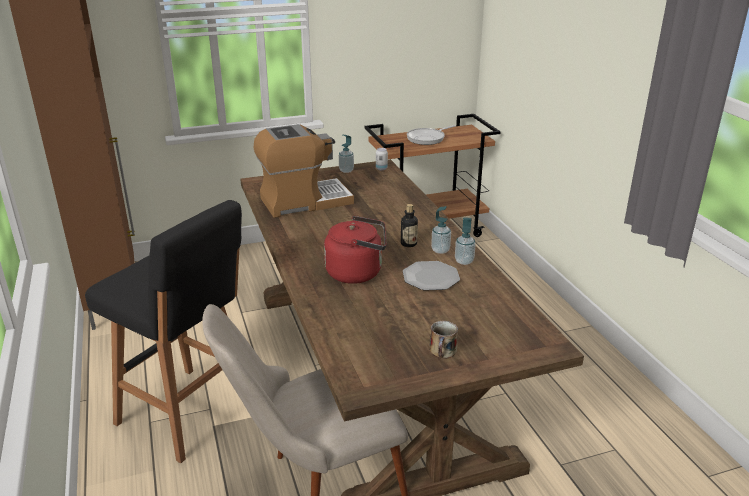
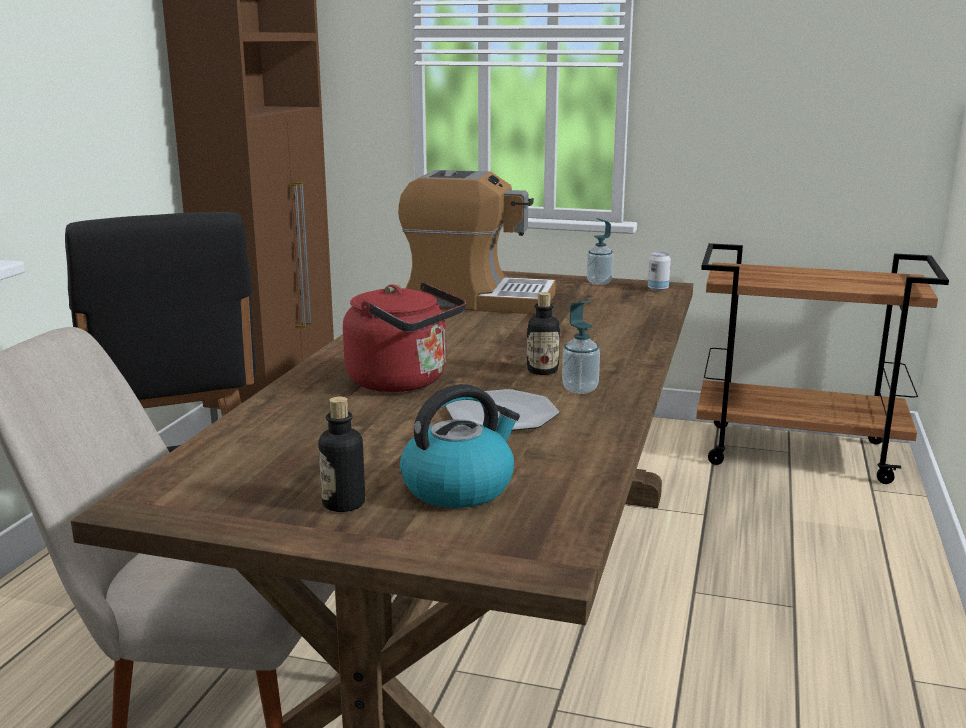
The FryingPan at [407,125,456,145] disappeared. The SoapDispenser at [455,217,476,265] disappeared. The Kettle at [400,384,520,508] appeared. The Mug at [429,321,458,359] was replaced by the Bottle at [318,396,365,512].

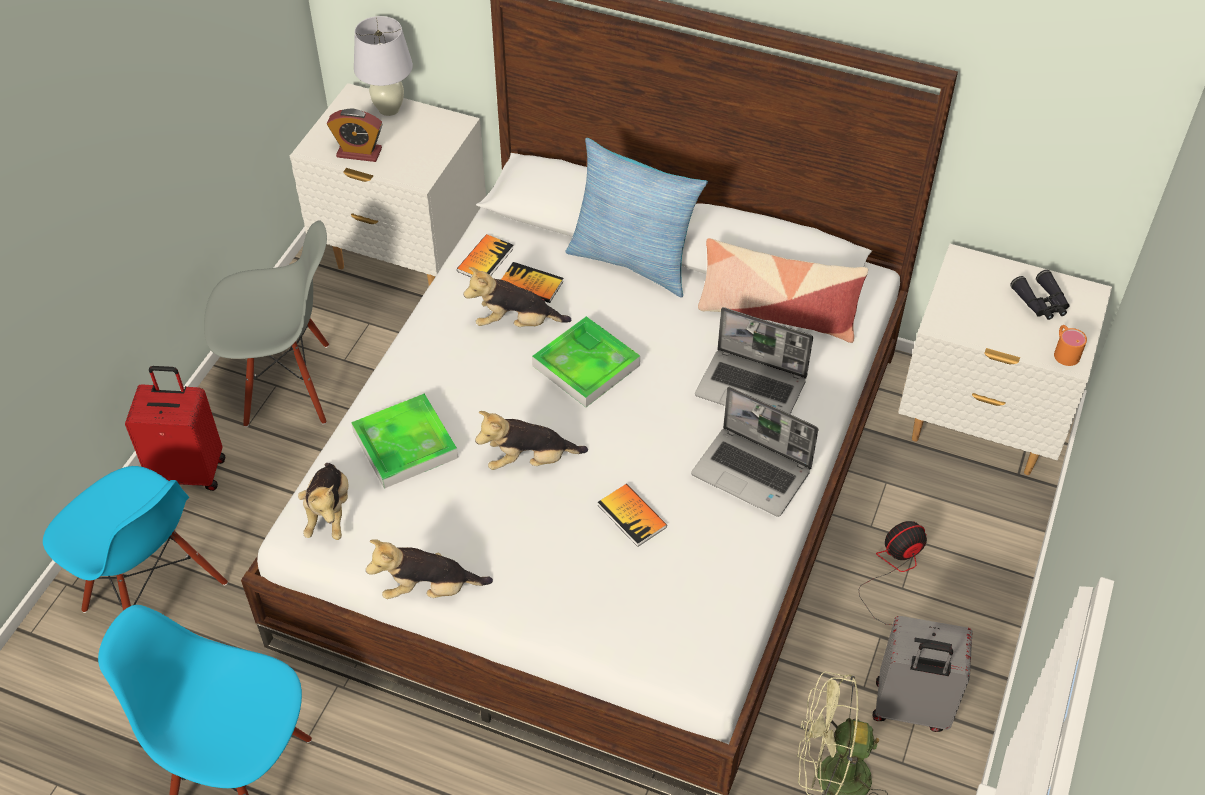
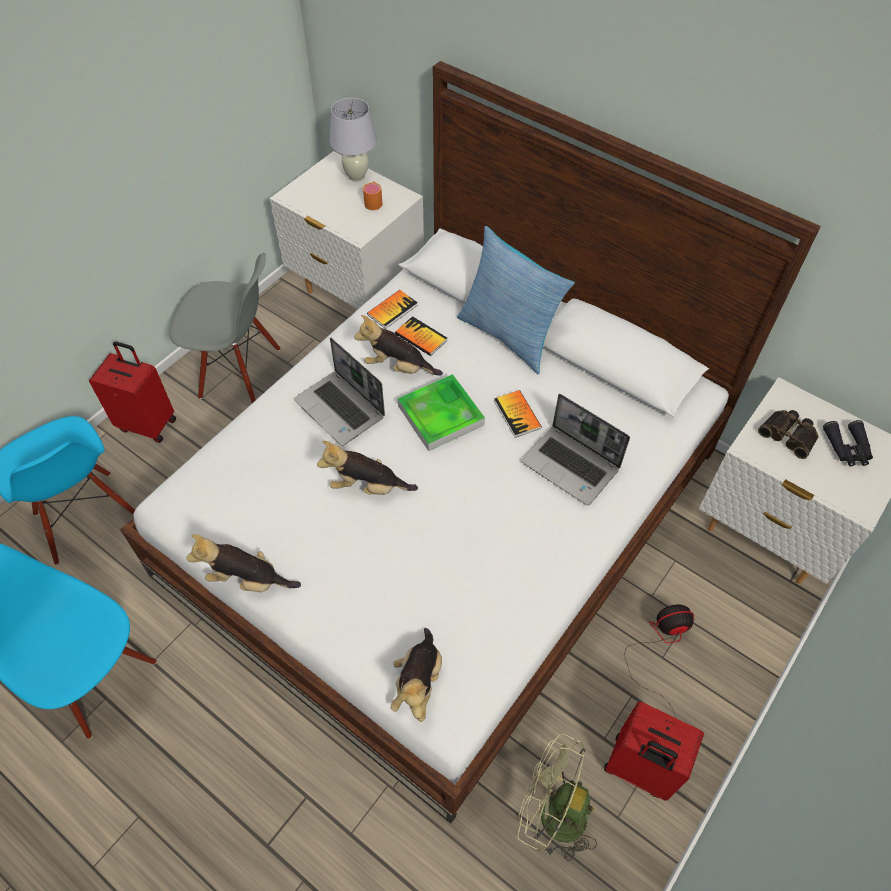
The AlarmClock at [327,109,383,162] disappeared. The Tray at [351,394,458,489] disappeared. The Pillow at [698,238,868,343] disappeared. The Binoculars at [758,410,819,459] appeared. The PlushToy moved from [298,463,348,540] to [391,628,442,722]. The Book moved from [598,484,667,547] to [494,390,542,438]. The Laptop moved from [691,387,818,517] to [294,337,385,446]. The OrangeMug moved from [1054,325,1087,366] to [363,181,382,210]. The GreySuitcase at [872,616,973,732] became the RedSuitcase at [604,702,704,801].

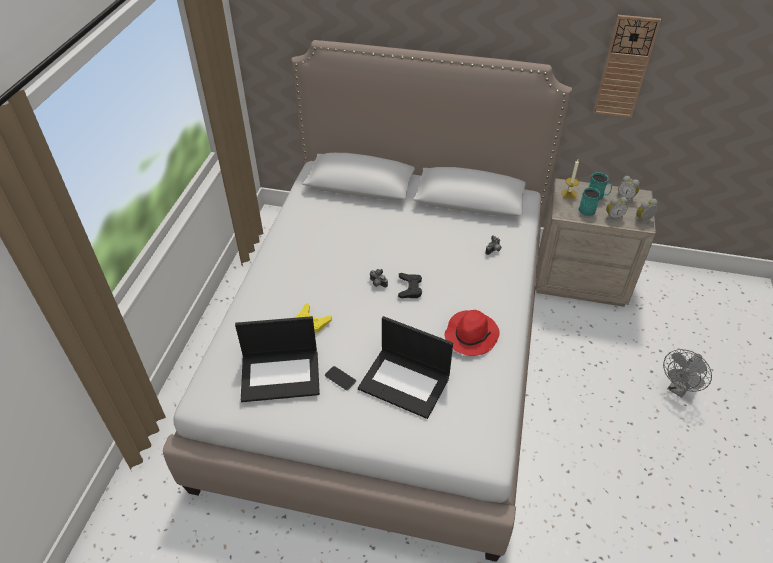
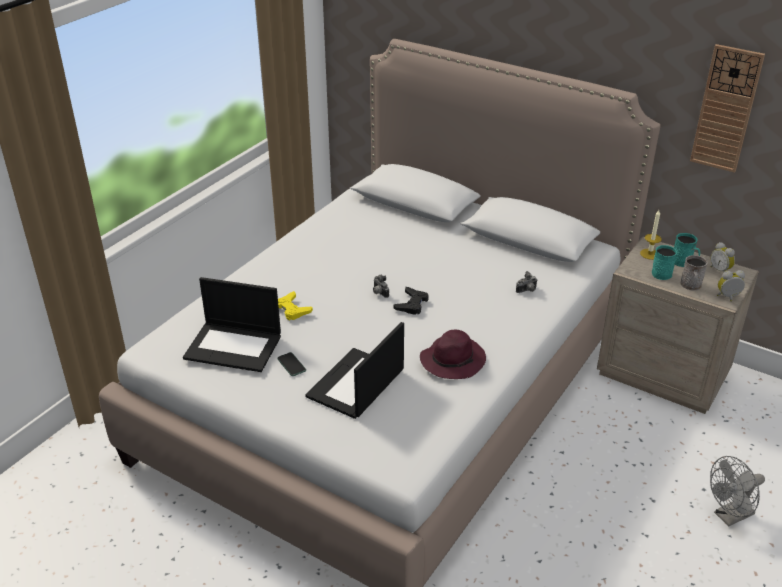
The AlarmClock at [606,197,628,220] was replaced by the GreyMug at [680,255,708,290]. The RedHat at [444,310,500,356] became the PurpleHat at [420,330,486,379]. The Laptop at [358,316,453,419] turned 75 degrees clockwise.

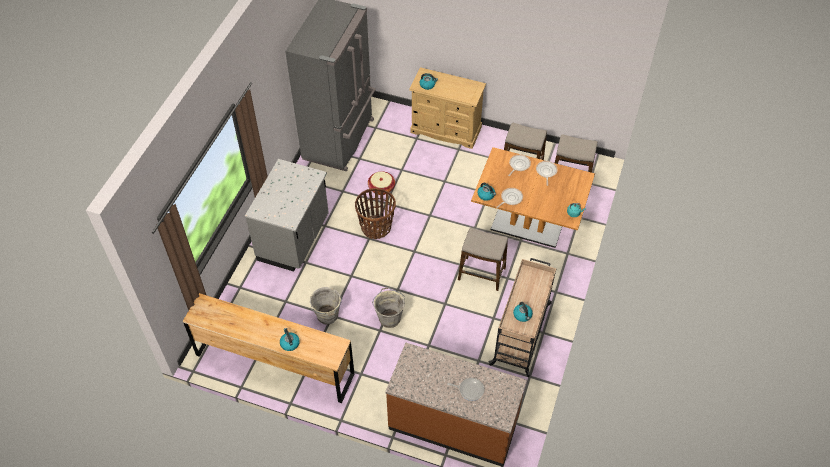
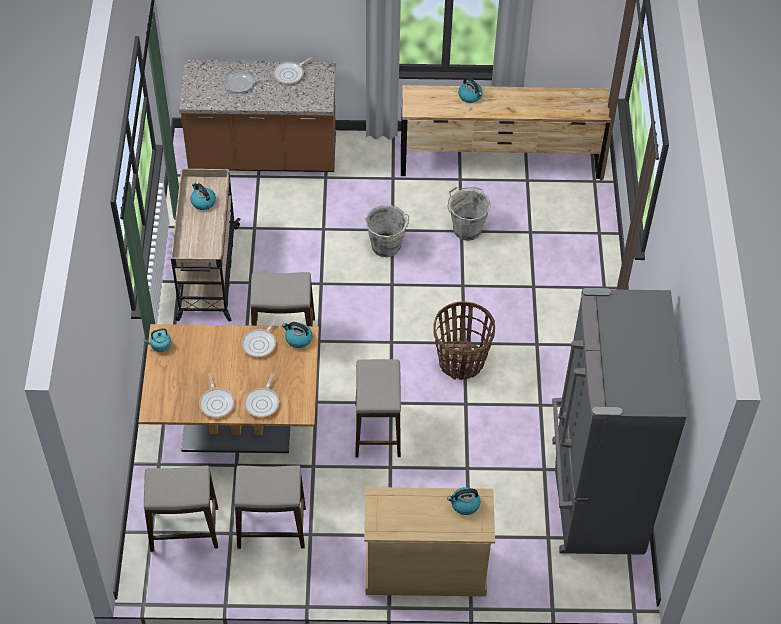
The GreyCounter at [245,159,329,272] disappeared. The Basket at [368,171,395,195] disappeared. The FryingPan at [273,57,312,84] appeared. The Stool at [355,359,401,457] appeared.

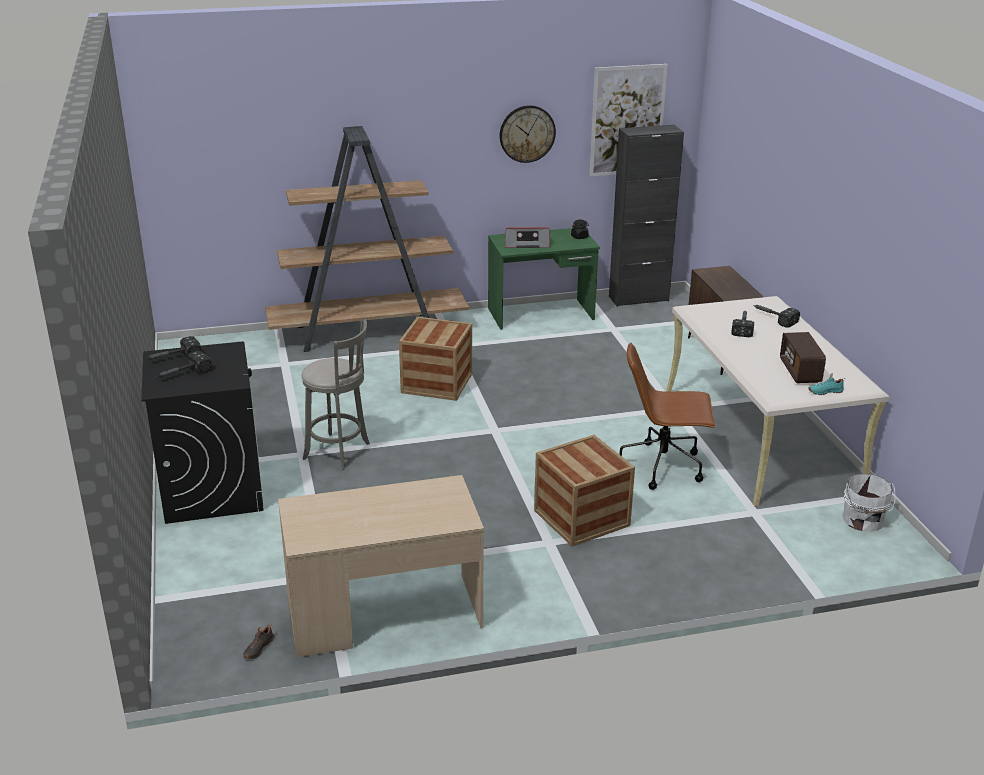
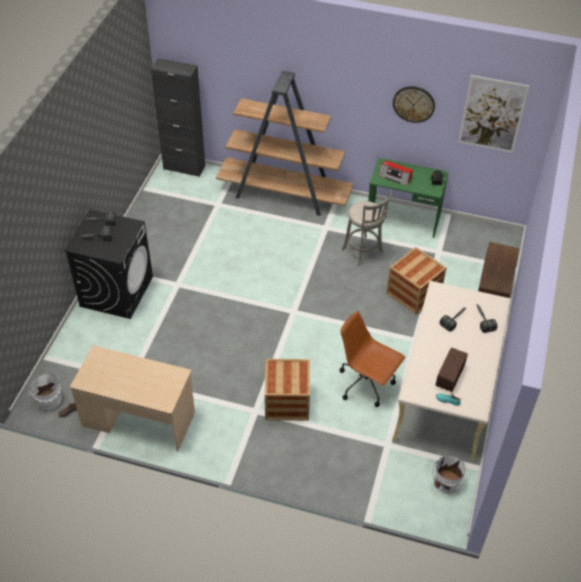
The WhiteBucket at [29,374,62,410] appeared. The GreyStool moved from [301,317,370,470] to [342,191,392,266]. The Crate moved from [399,317,472,401] to [386,247,447,315]. The BlackCabinet moved from [609,125,684,307] to [151,58,205,177].

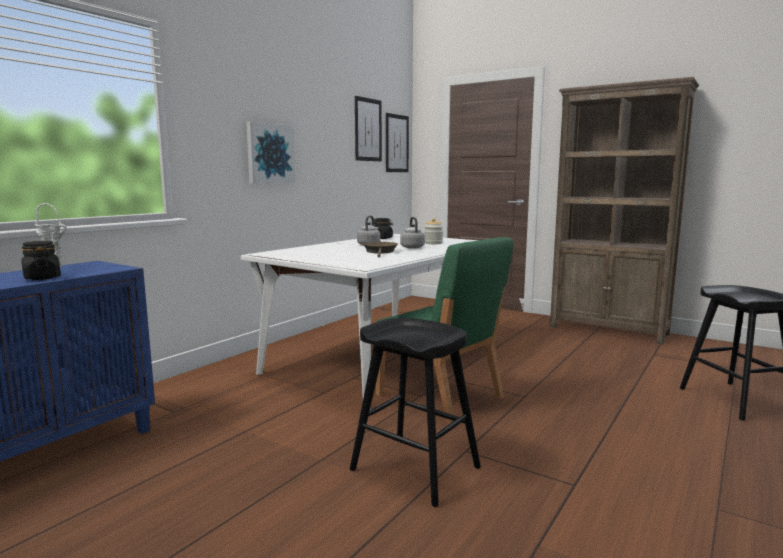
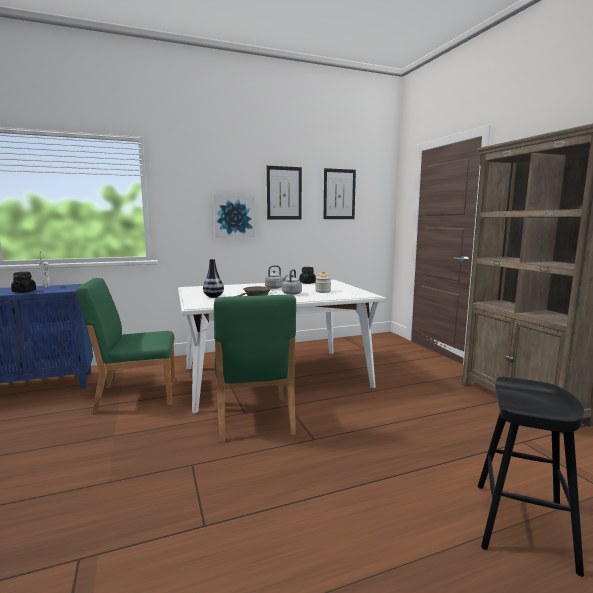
The BlackStool at [350,318,481,507] disappeared. The GreenChair at [76,278,175,413] appeared. The Vase at [203,259,224,298] appeared. The Picture moved from [386,113,409,172] to [267,166,302,219].

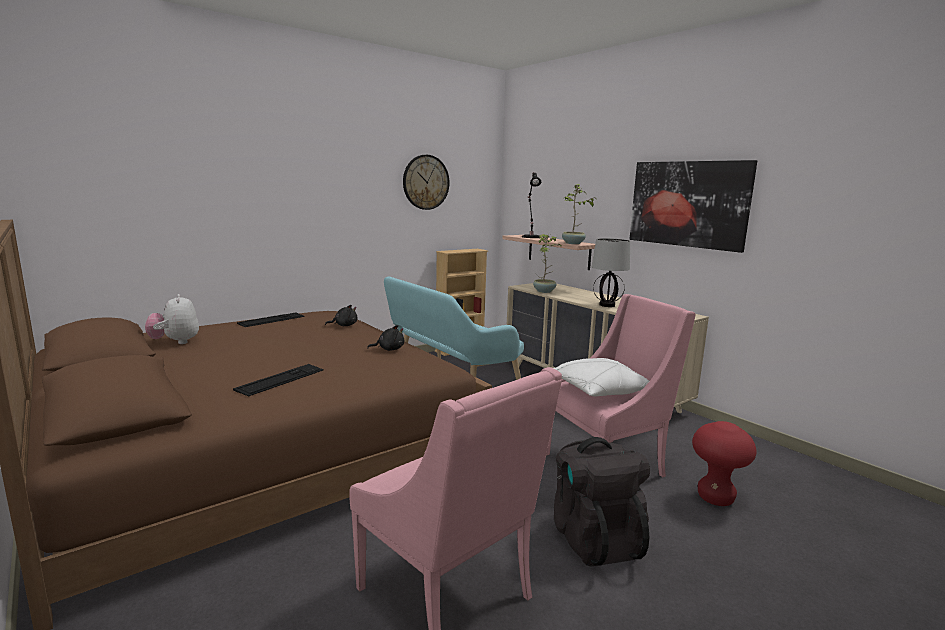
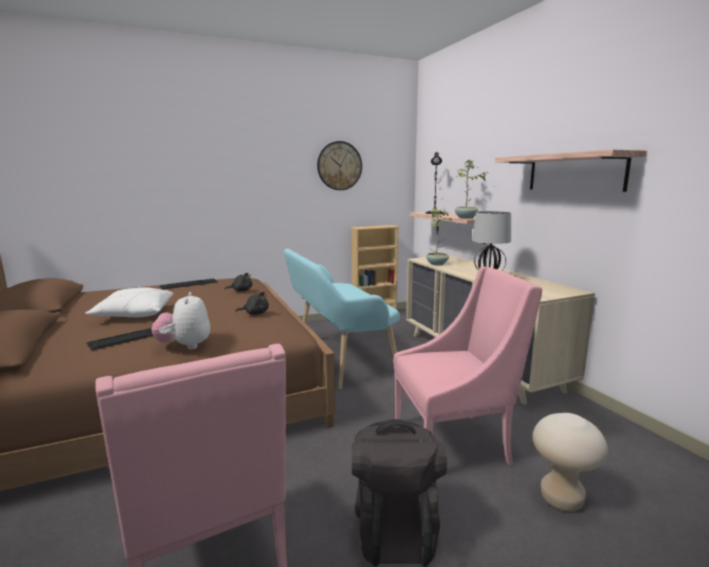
The PlushToy moved from [145,294,199,344] to [151,292,210,349]. The WhitePillow moved from [554,358,649,396] to [85,287,173,317]. The Picture at [629,160,757,253] was replaced by the Shelf at [495,149,647,192]. The RedStool at [692,421,756,506] became the BeigeStool at [533,413,608,512].

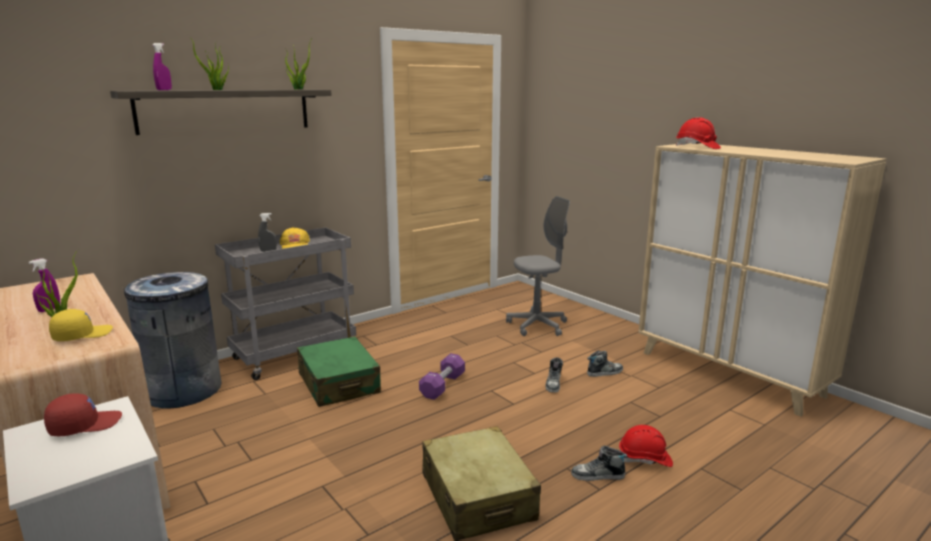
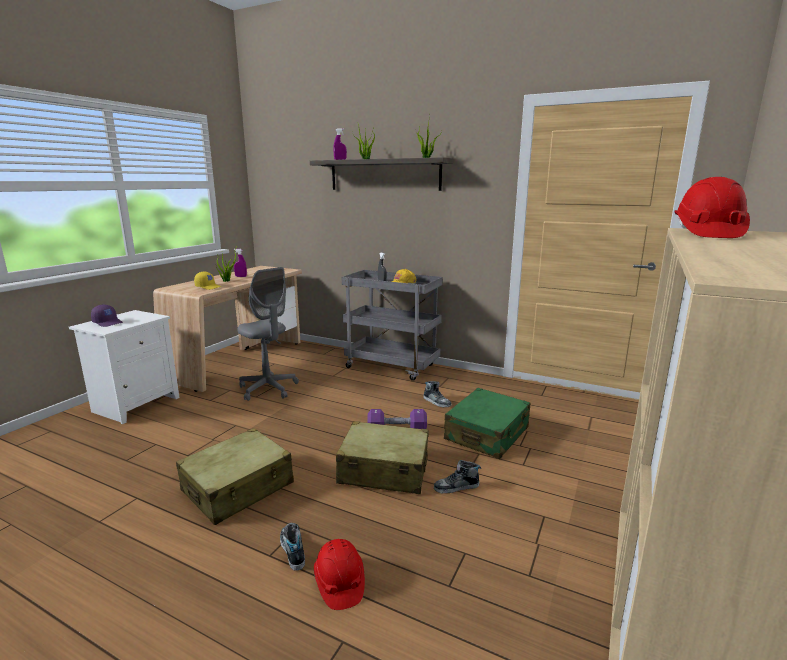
The RedCap at [44,393,122,436] disappeared. The GreyTrashCan at [124,272,222,409] disappeared. The PurpleCap at [91,305,123,327] appeared. The BeigeSuitcase at [336,421,429,494] appeared. The GreenSuitcase moved from [297,336,381,407] to [444,388,531,459]. The GreyOfficeChair moved from [506,196,570,336] to [237,267,299,401]. The Shoe moved from [587,350,623,377] to [423,381,451,407].

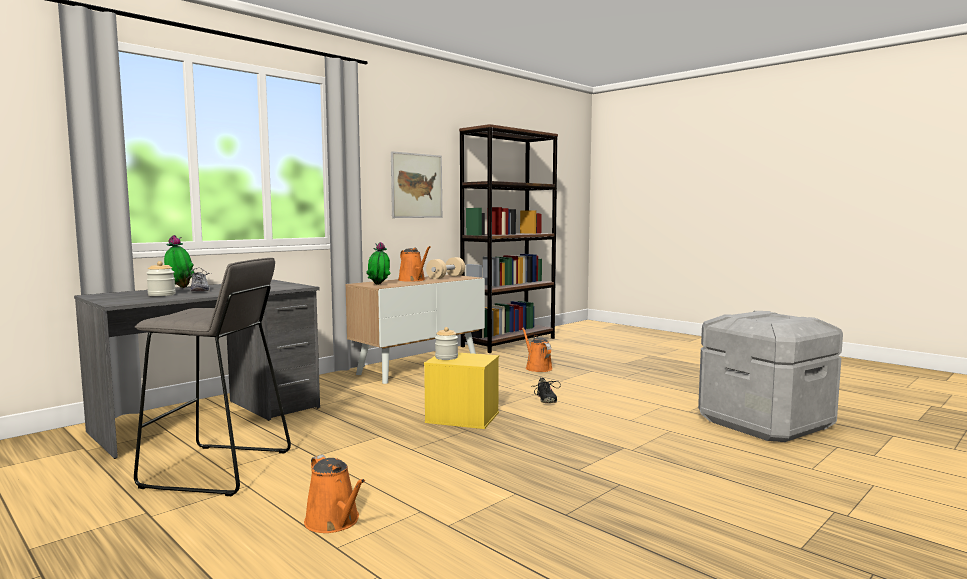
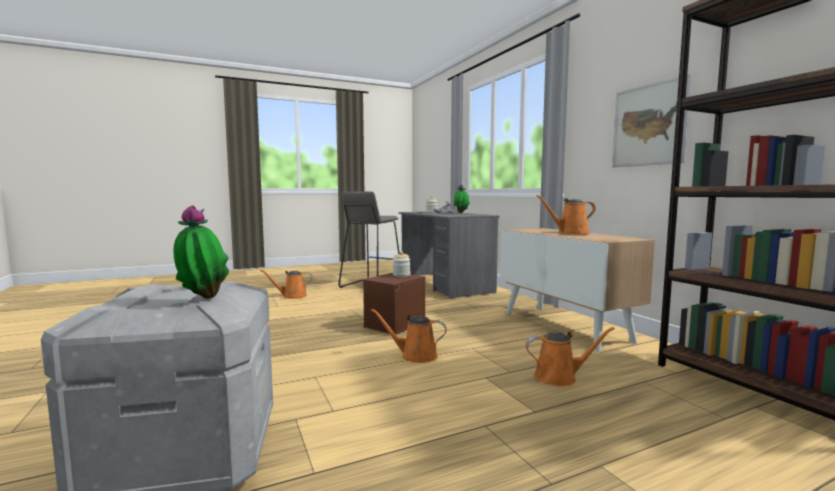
The BeigeDumbbell at [426,257,465,279] disappeared. The PottedPlant moved from [366,242,391,285] to [173,205,229,299]. The BlackShoe at [531,378,561,403] was replaced by the OrangeWateringCan at [371,309,447,363]. The YellowStorageBox at [424,353,499,429] became the BrownStorageBox at [363,273,426,334].

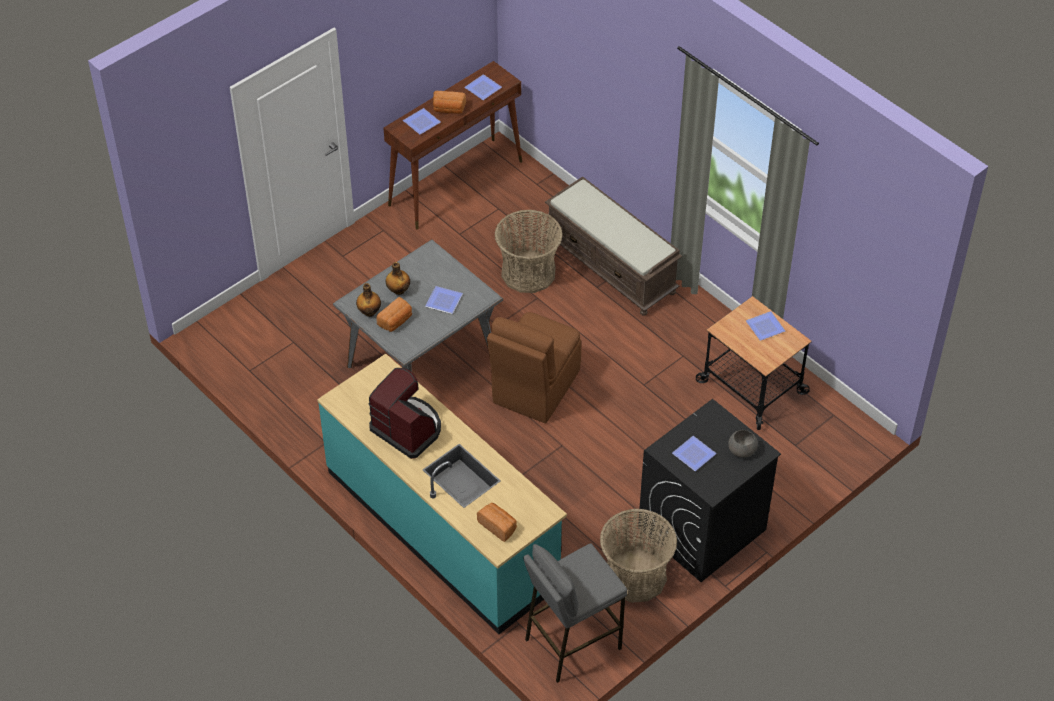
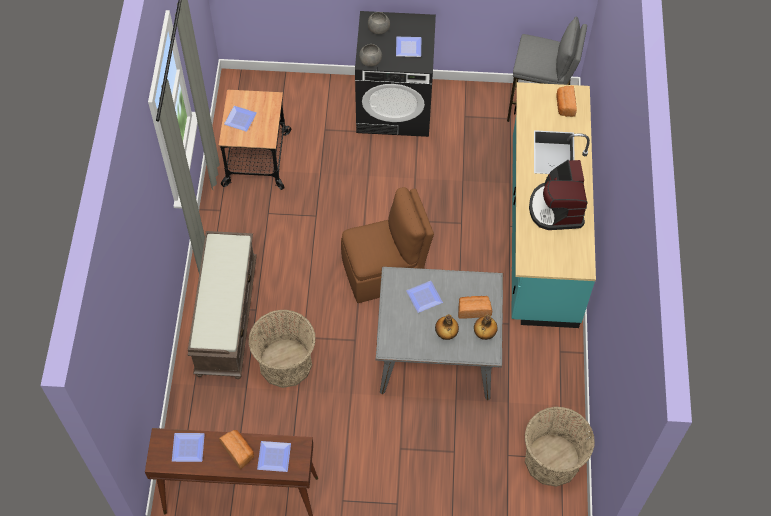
The GreyBowl at [359,44,382,67] appeared. The Basket moved from [600,509,677,603] to [525,406,595,487].

